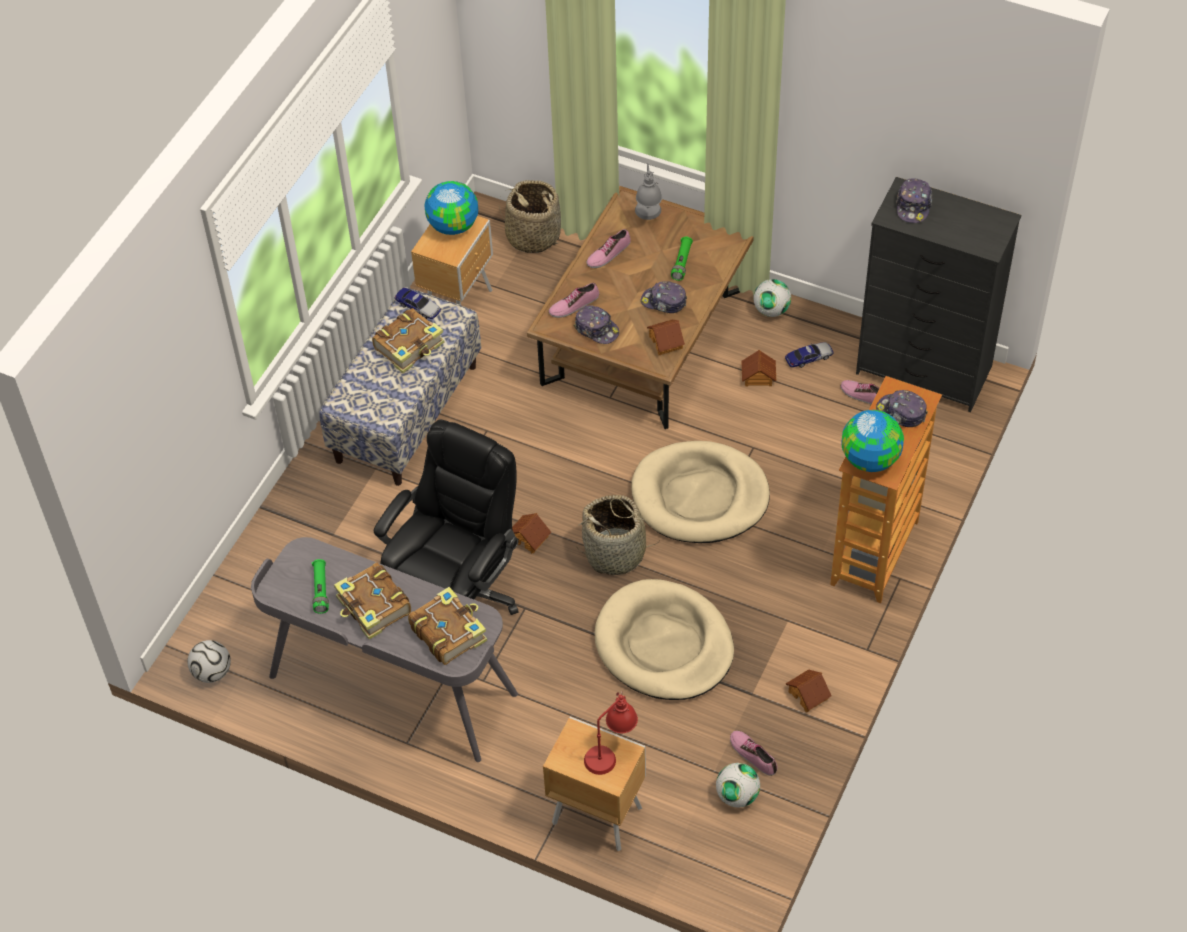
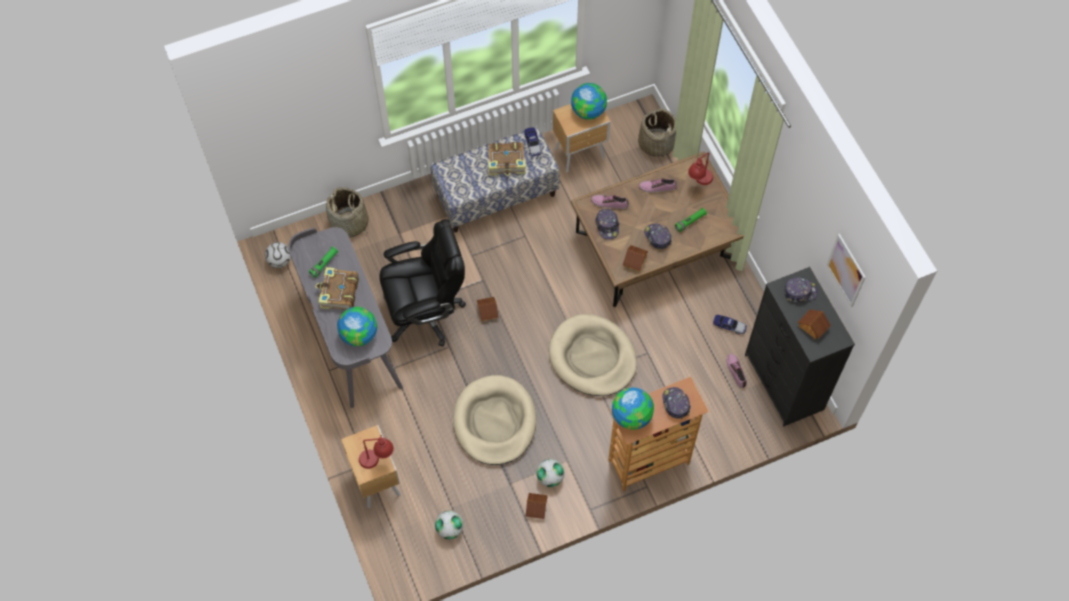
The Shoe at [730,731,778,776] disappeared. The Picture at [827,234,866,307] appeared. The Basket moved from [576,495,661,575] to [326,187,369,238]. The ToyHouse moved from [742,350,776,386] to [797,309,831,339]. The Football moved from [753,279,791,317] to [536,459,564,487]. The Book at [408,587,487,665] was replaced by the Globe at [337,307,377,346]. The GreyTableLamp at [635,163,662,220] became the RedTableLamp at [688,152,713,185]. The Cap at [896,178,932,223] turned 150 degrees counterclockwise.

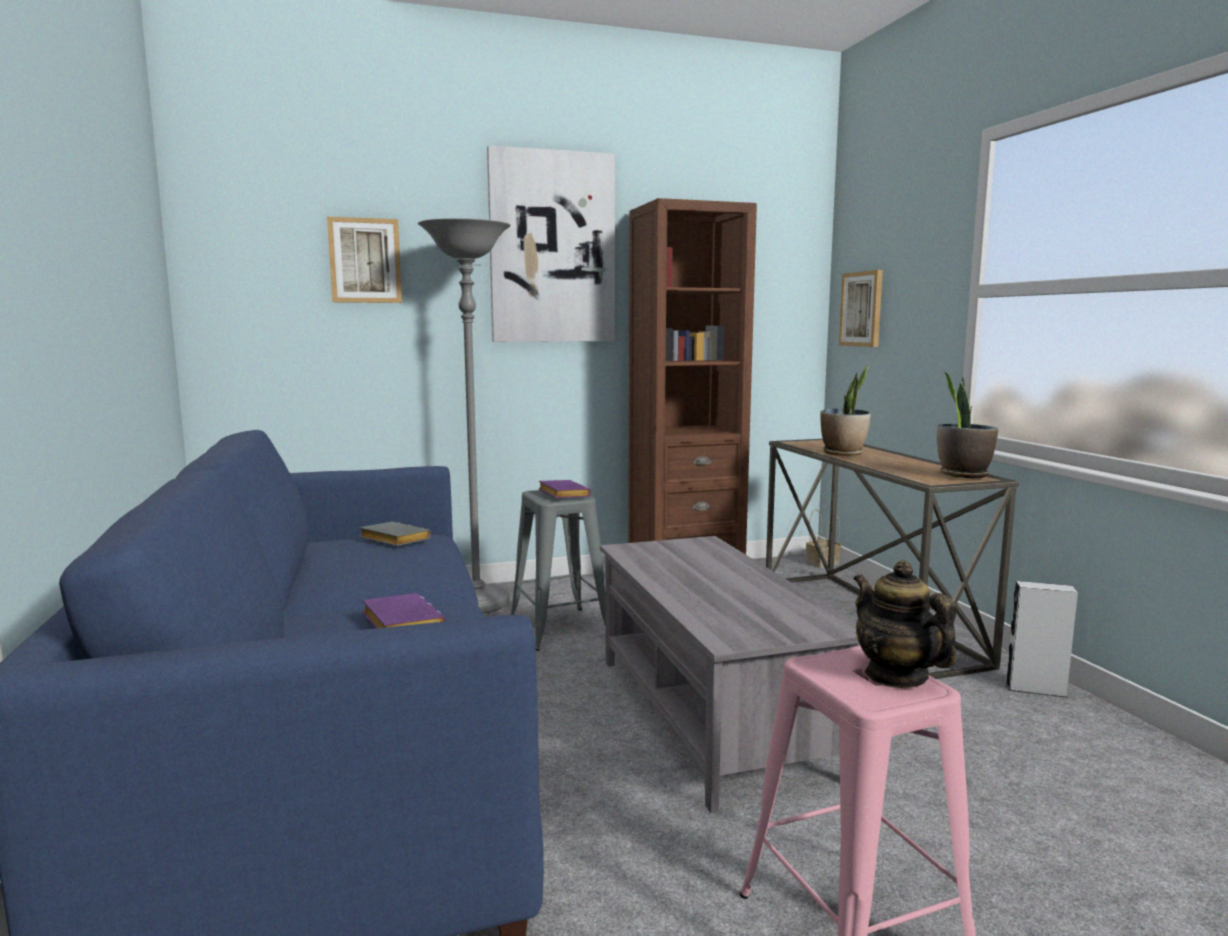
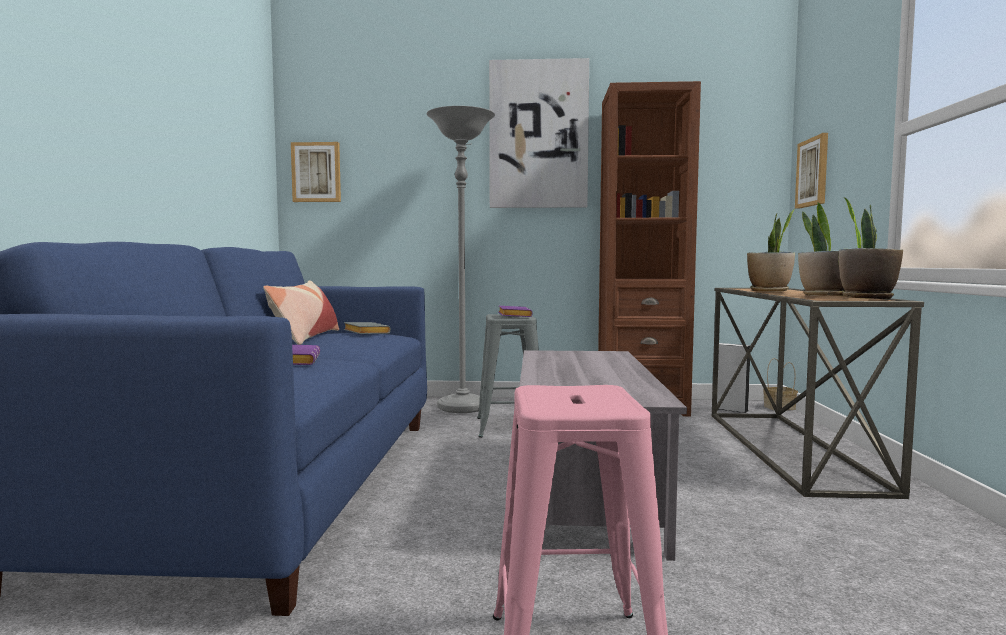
The Teapot at [853,560,956,688] disappeared. The Pillow at [263,280,339,345] appeared. The PottedPlant at [798,202,845,296] appeared. The Picture moved from [327,217,402,303] to [291,142,341,202]. The GreySpeaker moved from [1006,581,1078,698] to [717,343,751,413].

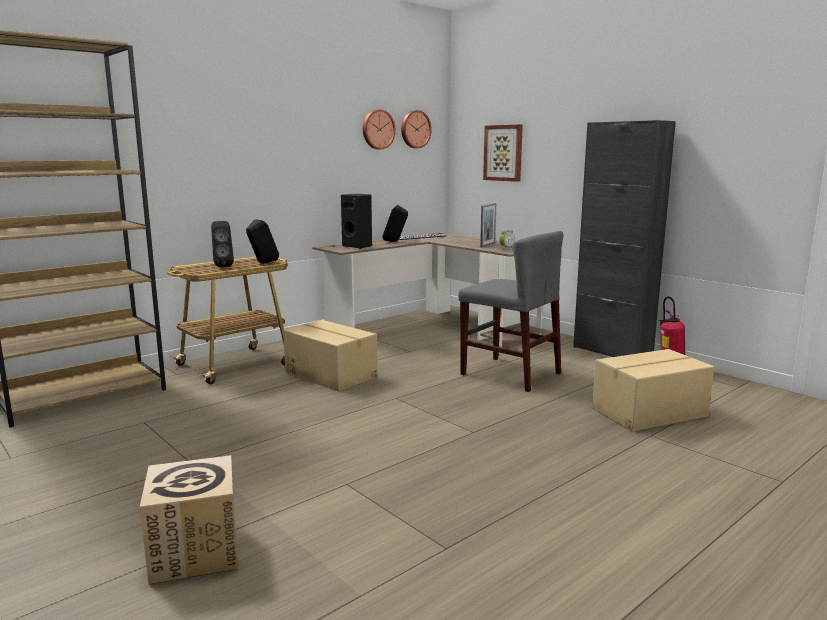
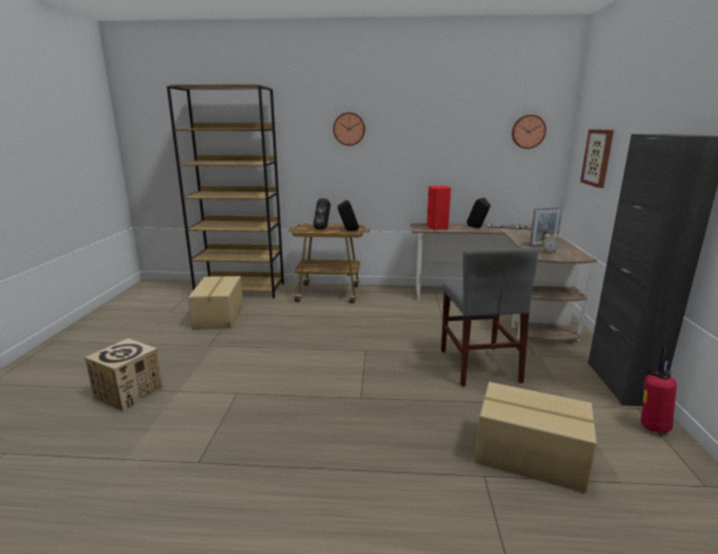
The CardboardBox moved from [283,320,378,392] to [188,276,243,329]. The WallClock moved from [363,109,396,149] to [333,112,365,146]. The BlackSpeaker at [341,194,372,249] became the RedSpeaker at [427,186,451,230].

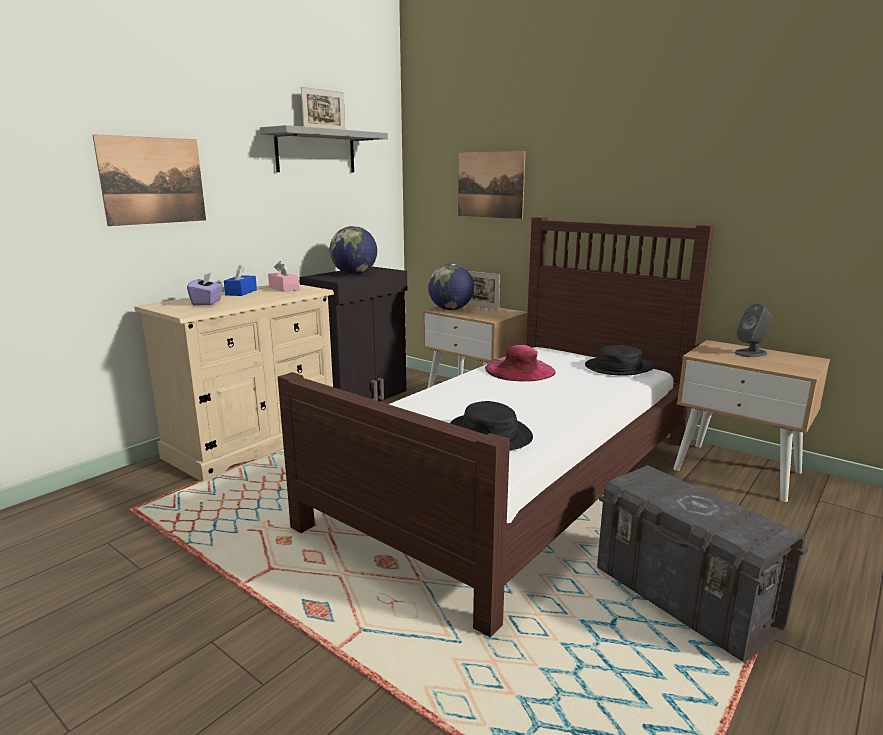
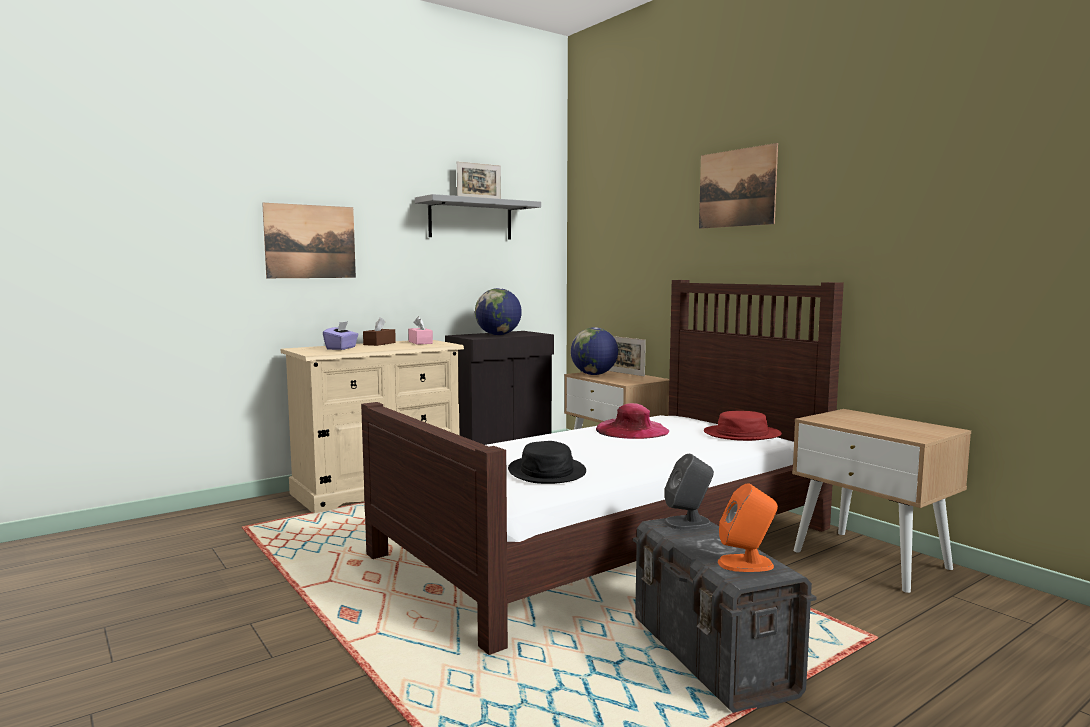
The OrangeSpeaker at [718,483,778,572] appeared. The Picture moved from [458,151,526,219] to [699,143,778,229]. The GreySpeaker moved from [735,303,772,357] to [664,454,714,529]. The BlueTissueBox at [224,264,257,296] became the BrownTissueBox at [363,317,396,346]. The BlackHat at [585,345,654,376] became the RedHat at [704,411,782,441].

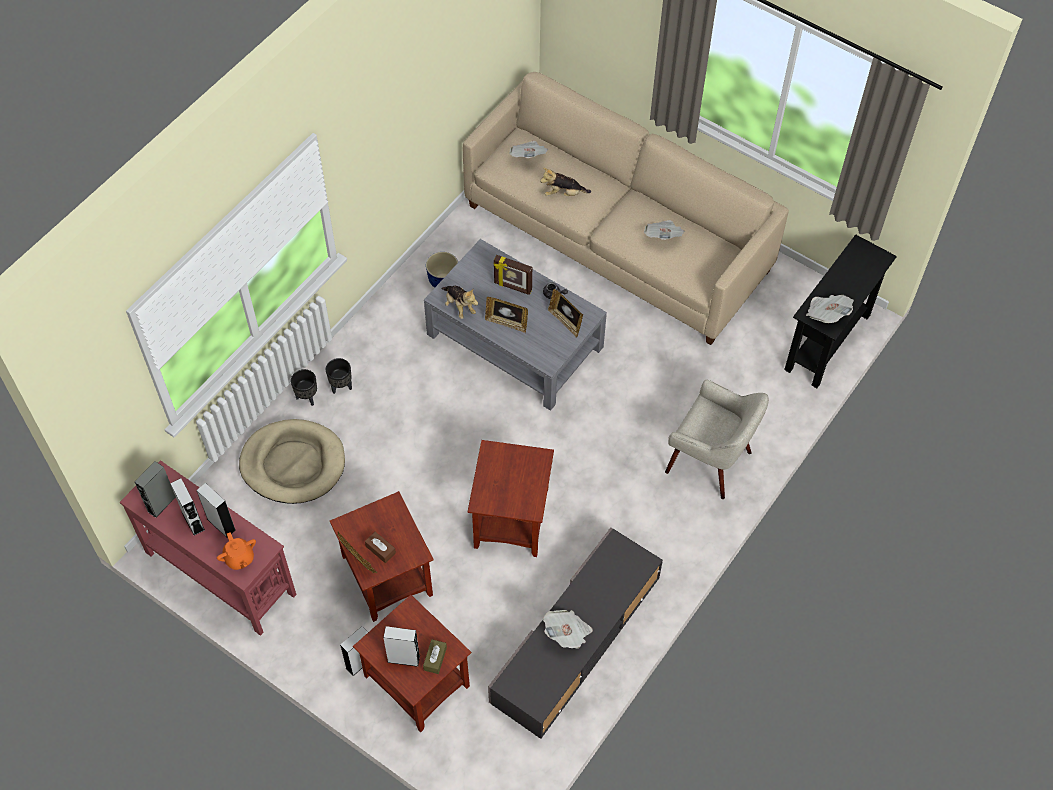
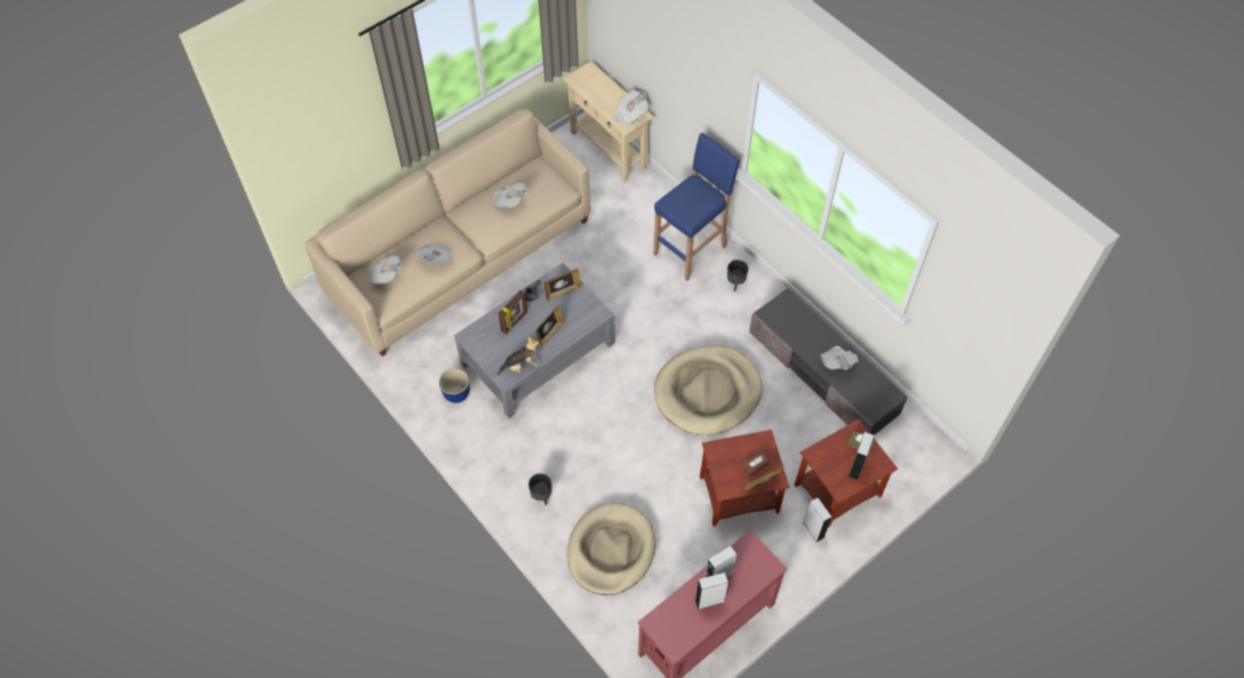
The GreySpeaker at [135,461,176,518] disappeared. The OrangeTeapot at [217,532,256,570] disappeared. The BlackPlanter moved from [291,369,317,406] to [727,260,748,292]. The BrownSideTable at [468,440,554,557] was replaced by the BeigeDogBed at [654,345,763,435]. The PlushToy at [540,168,591,196] was replaced by the Newspaper at [416,244,454,263]. The BeigeArmchair at [665,379,769,499] was replaced by the BlueStool at [653,133,740,281]. The BlackConsoleTable at [784,234,897,388] became the BeigeConsoleTable at [562,61,654,183].

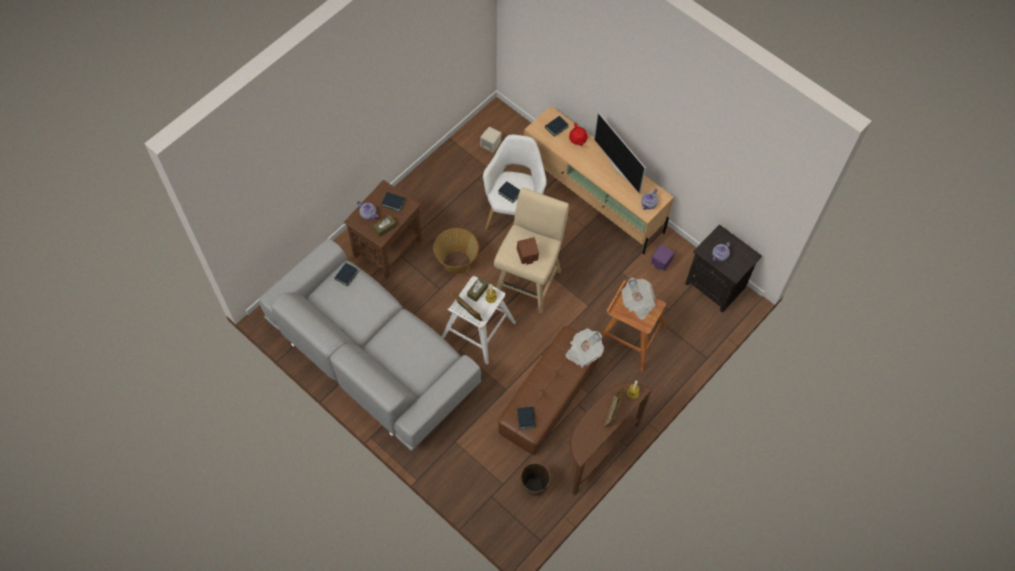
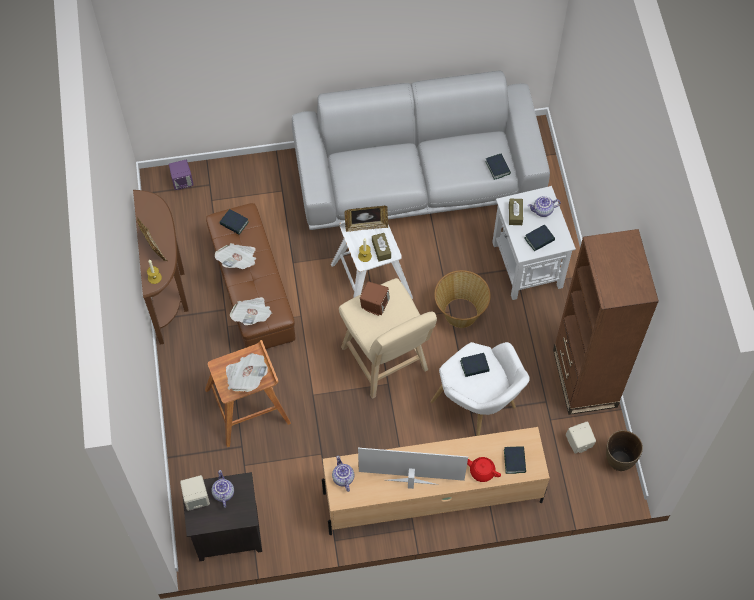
The BeigeSpeaker at [180,475,210,511] appeared. The Newspaper at [215,243,257,269] appeared. The BrownBookcase at [553,229,659,415] appeared. The BrownVase moved from [521,463,551,496] to [606,430,643,471]. The PurpleSpeaker moved from [651,244,675,271] to [169,160,194,190]. The BrownSideTable at [344,180,422,279] became the WhiteSideTable at [492,186,576,300].

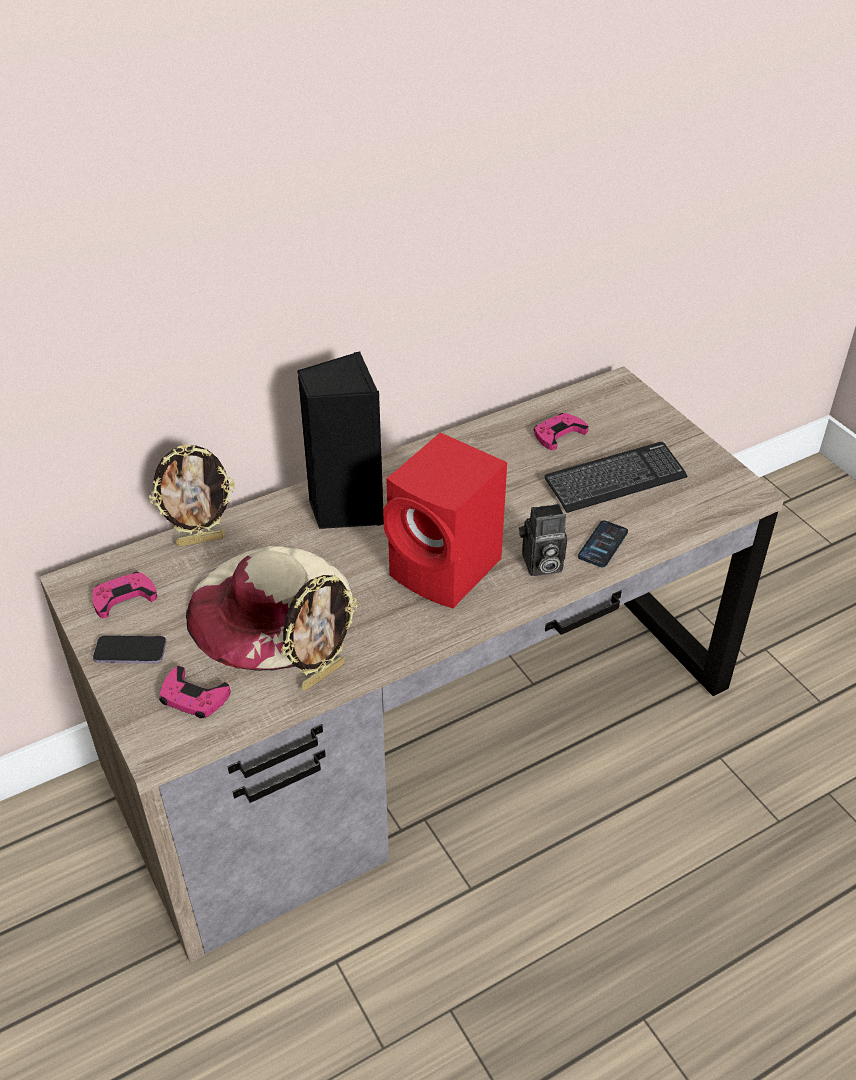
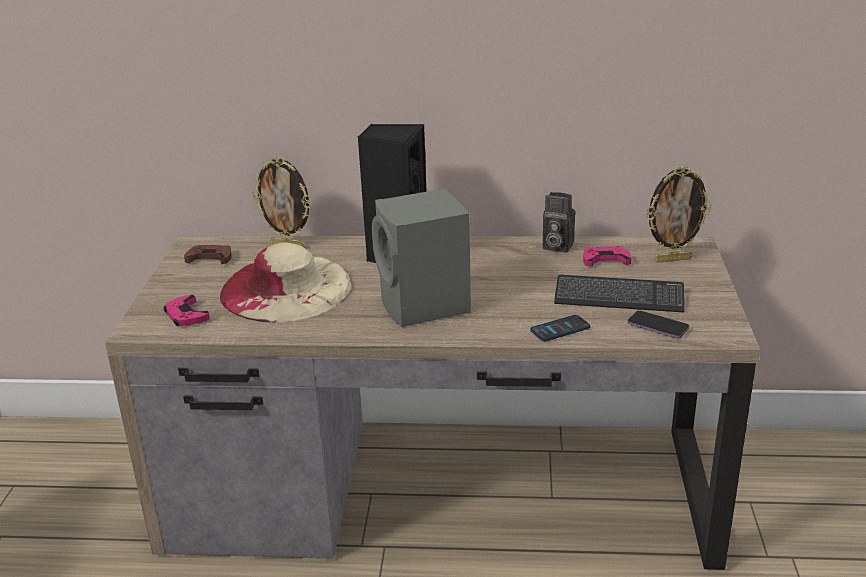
The Phone moved from [93,635,167,663] to [628,311,689,338]. The PictureFrame moved from [281,575,357,690] to [646,166,711,263]. The PhotoCamera moved from [519,504,567,576] to [543,192,575,253]. The PinkGameController at [93,572,157,618] became the BrownGameController at [184,245,231,264]. The RedSpeaker at [383,432,507,608] became the GreySpeaker at [372,189,471,327].

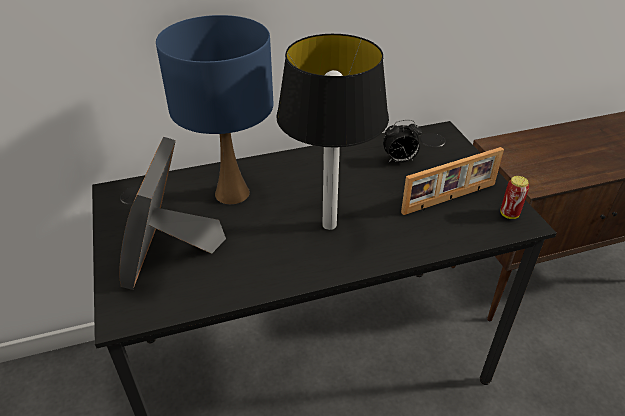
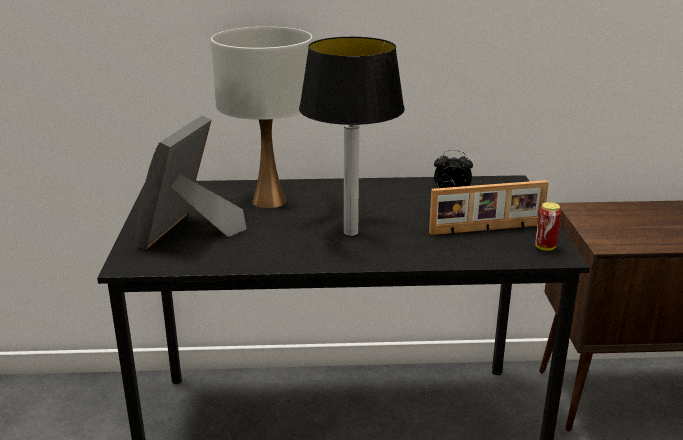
The BlueTableLamp at [156,15,273,205] became the WhiteTableLamp at [211,27,313,208].

